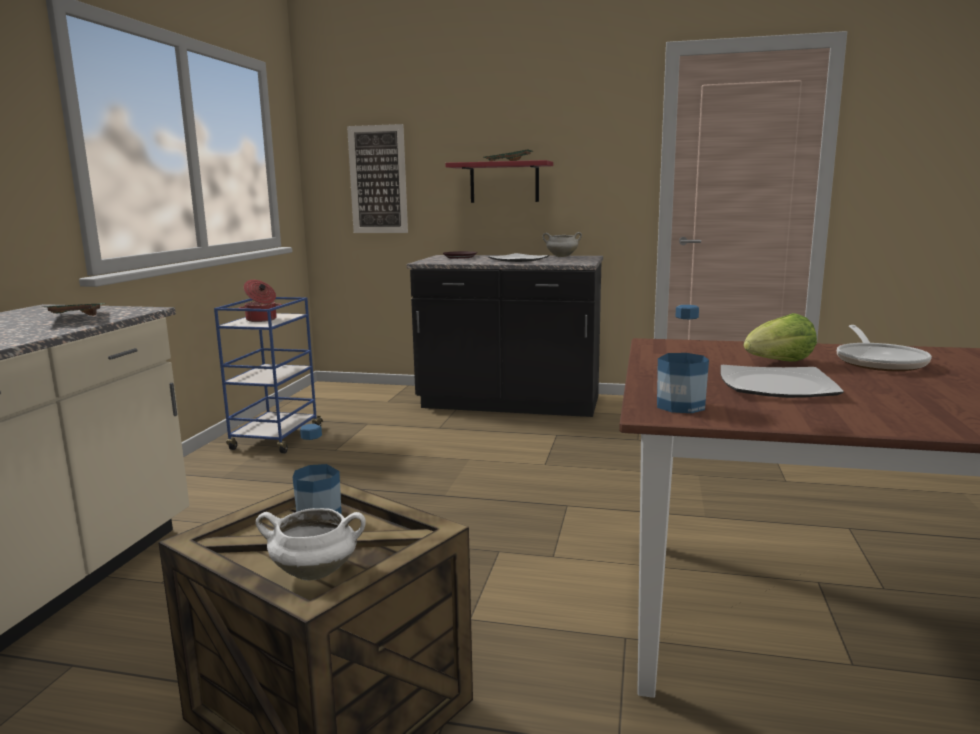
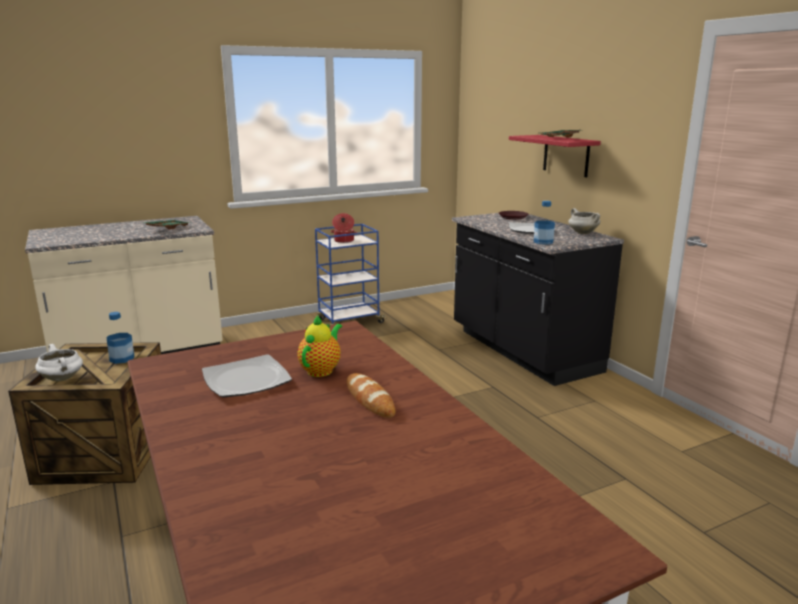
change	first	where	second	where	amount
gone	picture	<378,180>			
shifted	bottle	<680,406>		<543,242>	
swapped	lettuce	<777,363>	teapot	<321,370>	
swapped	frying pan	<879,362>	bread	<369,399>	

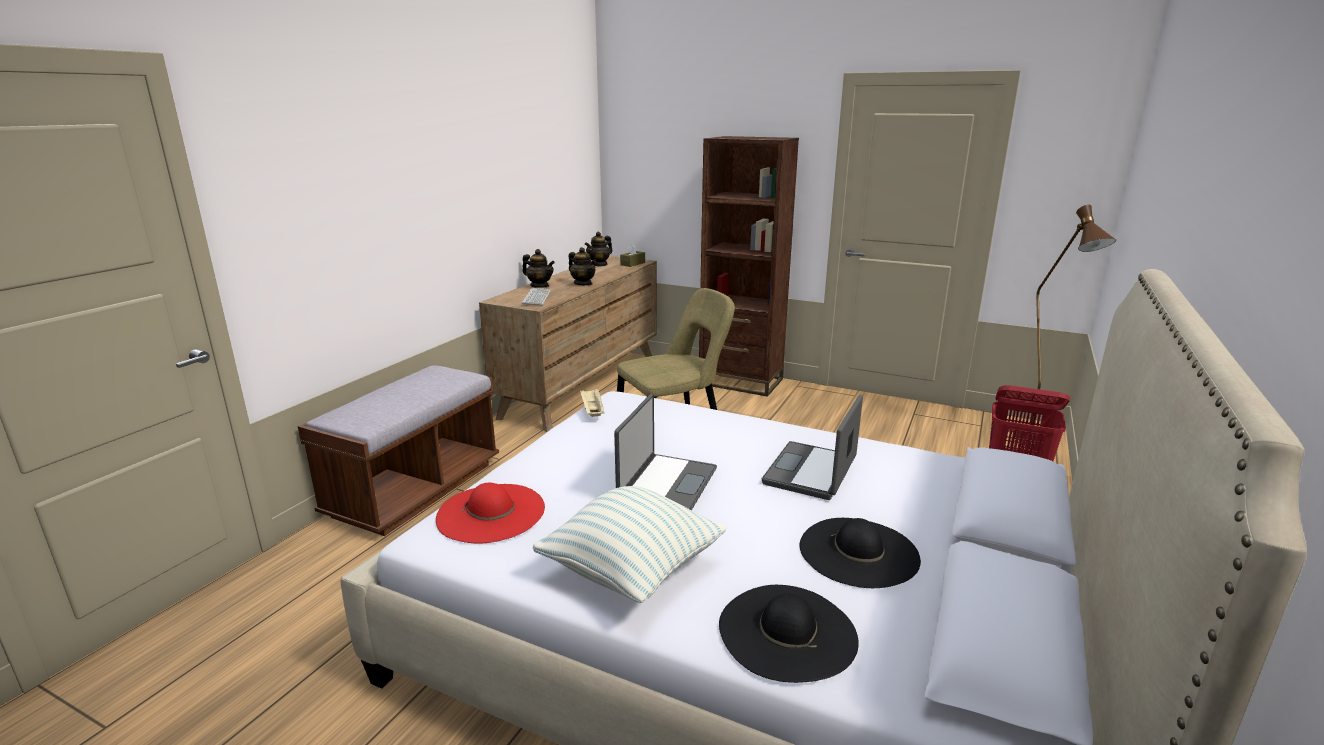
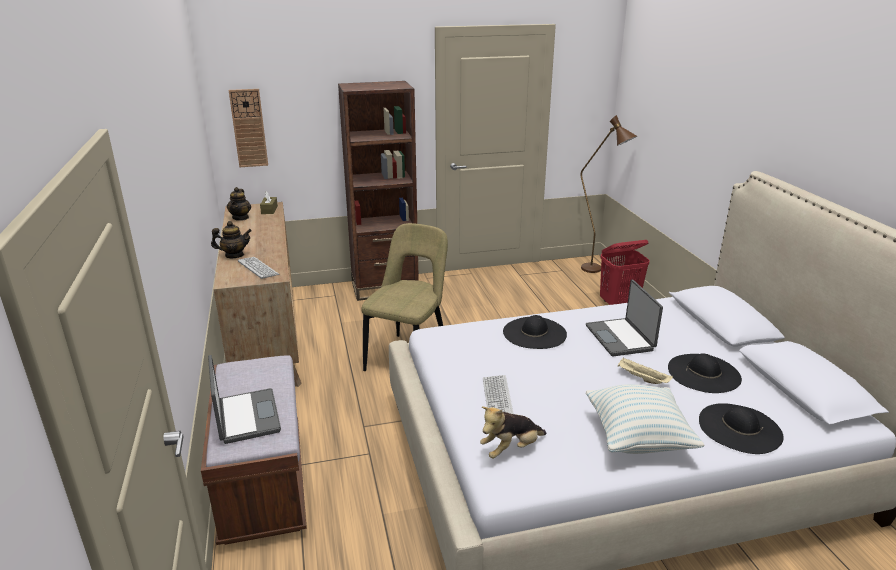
change	first	where	second	where	amount
swapped	hat in red	<491,512>	plush toy	<511,449>	
gone	teapot	<583,284>			
shifted	tray in beige	<592,411>		<642,378>	
shifted	laptop	<666,485>		<246,417>	
new			wall clock	<249,128>	
new			keyboard	<497,397>	
new			hat in black	<534,333>	

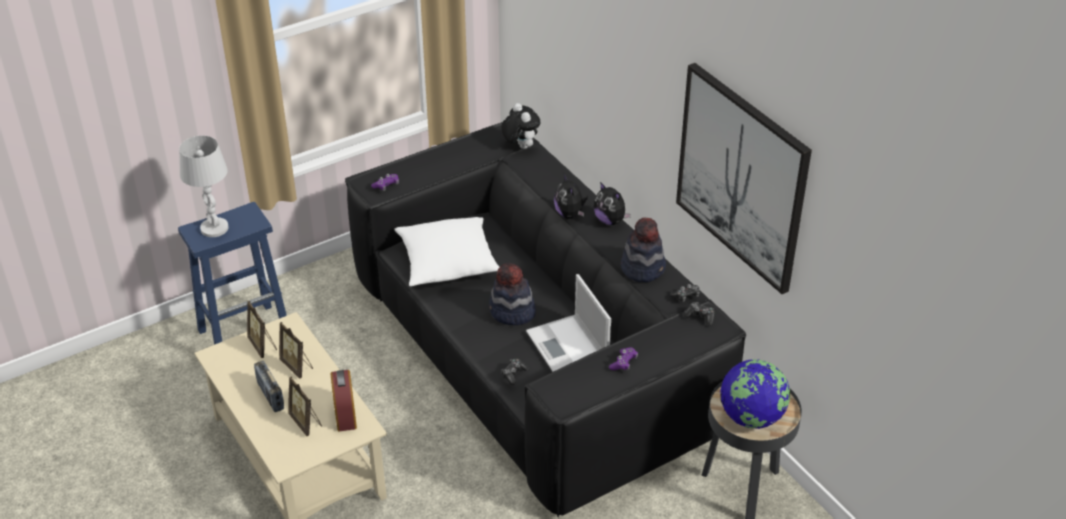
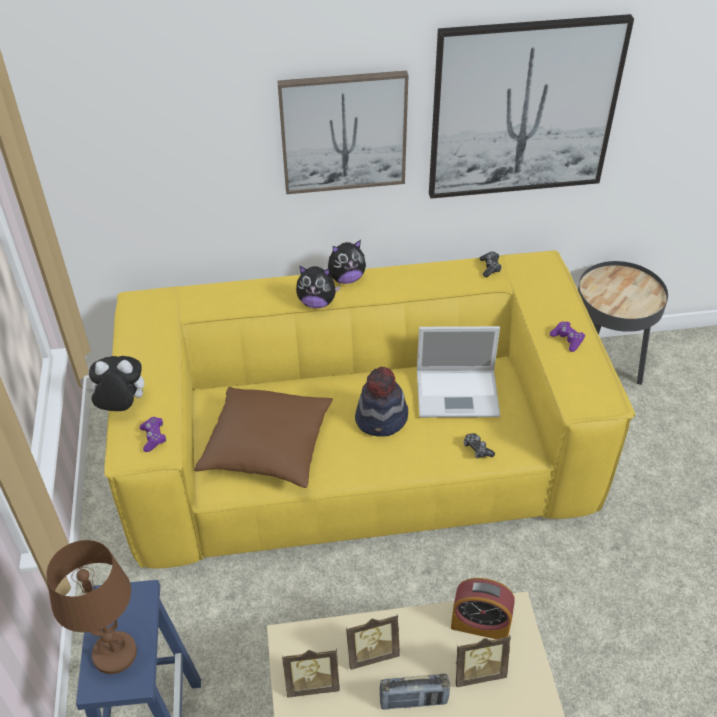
change	first	where	second	where	amount
repainted	table lamp in white	<214,228>	table lamp in brown	<114,654>	
repainted	sofa in black	<533,353>	sofa in yellow	<360,453>	
repainted	pillow in white	<447,263>	pillow in brown	<267,447>	
shifted	plush toy	<520,146>		<121,407>	
gone	hat	<643,268>			
gone	game controller	<700,316>			
gone	globe	<751,417>			
new			picture	<343,132>	

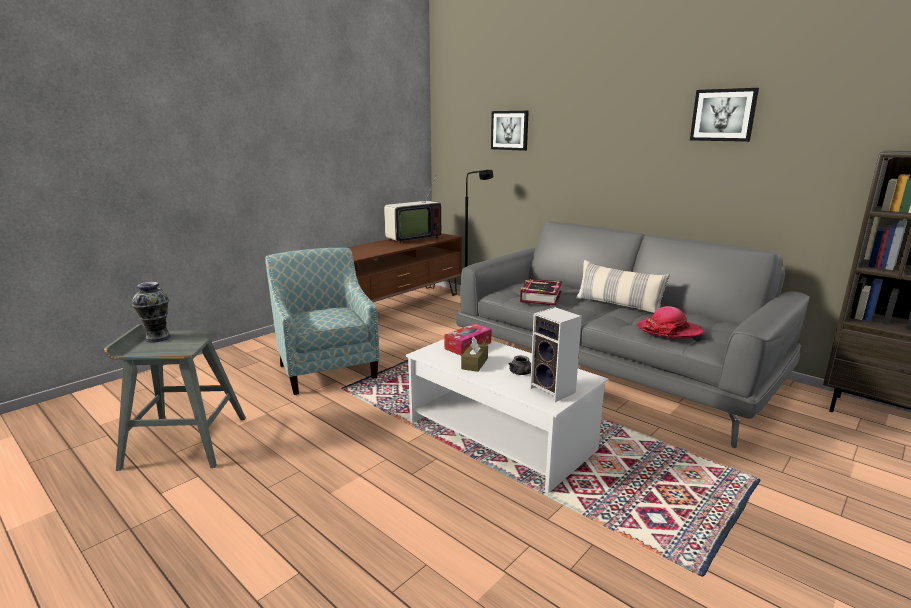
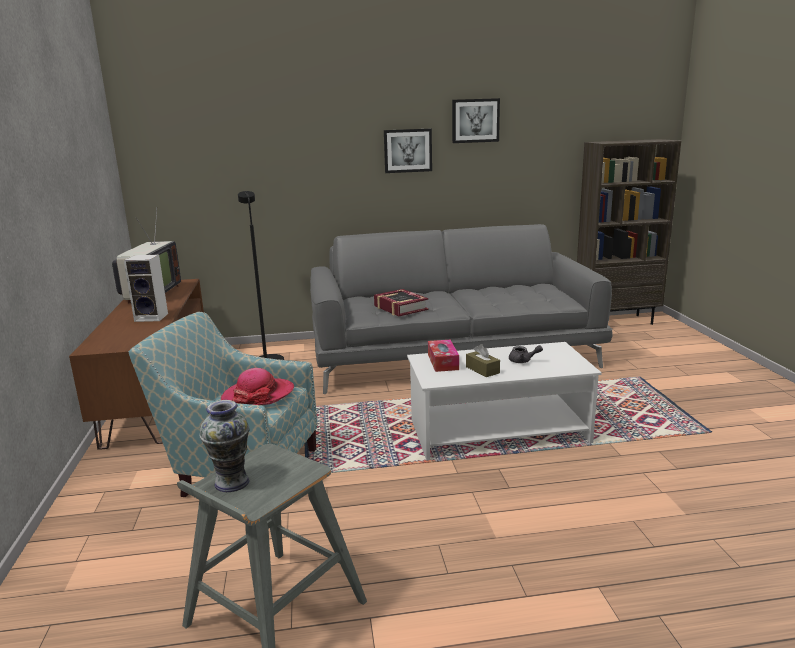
change	first	where	second	where	amount
shifted	picture	<510,130>		<407,150>	
shifted	speaker	<554,391>		<153,317>	
gone	pillow	<618,305>			
shifted	hat	<669,331>		<258,395>	

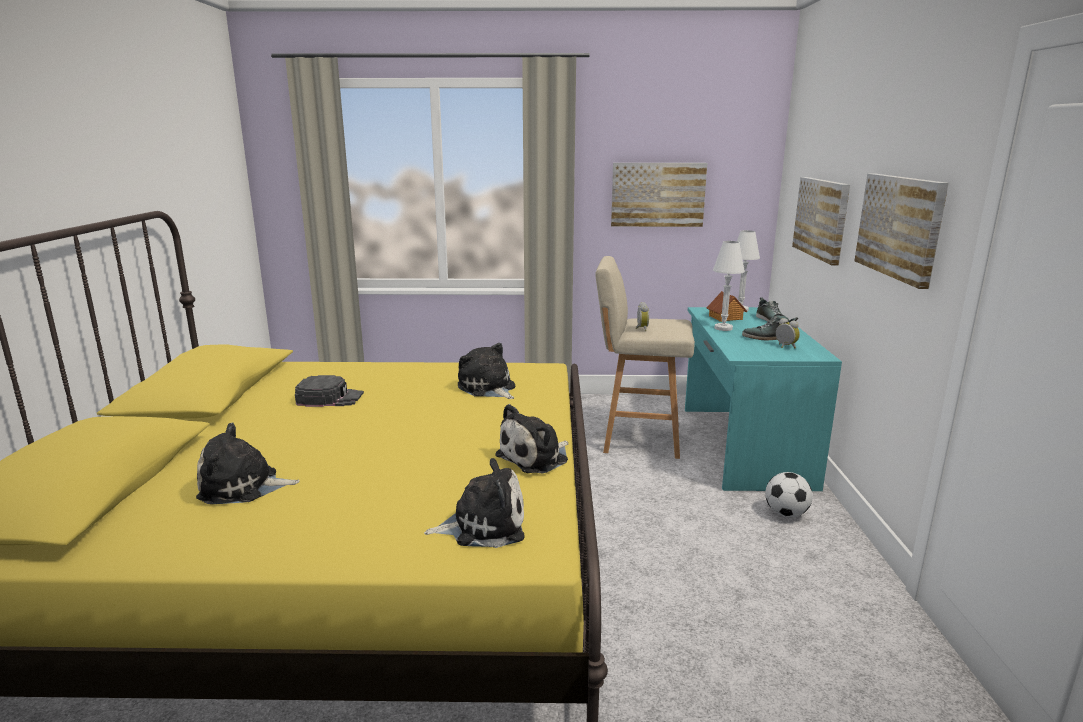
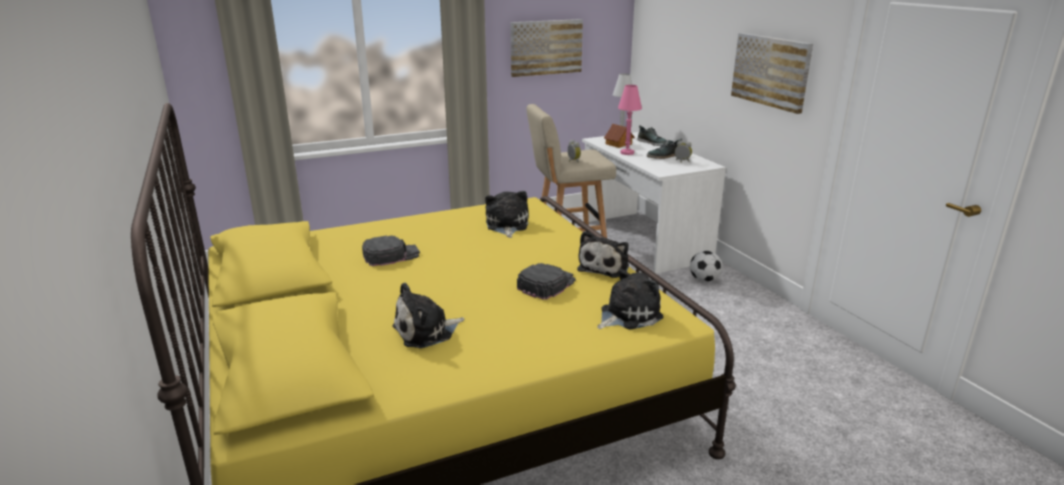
change	first	where	second	where	amount
rotated	plush toy	<488,388>		<506,225>	60 degrees clockwise
repainted	desk in turquoise	<742,445>	desk in white	<642,240>	
repainted	table lamp in white	<723,328>	table lamp in pink	<627,153>	
gone	picture	<822,218>			
new			cap in black	<546,284>	

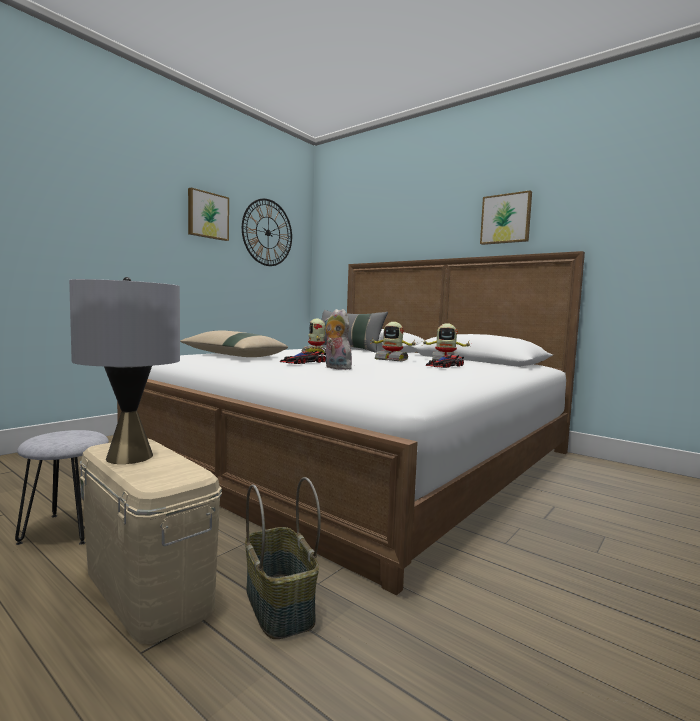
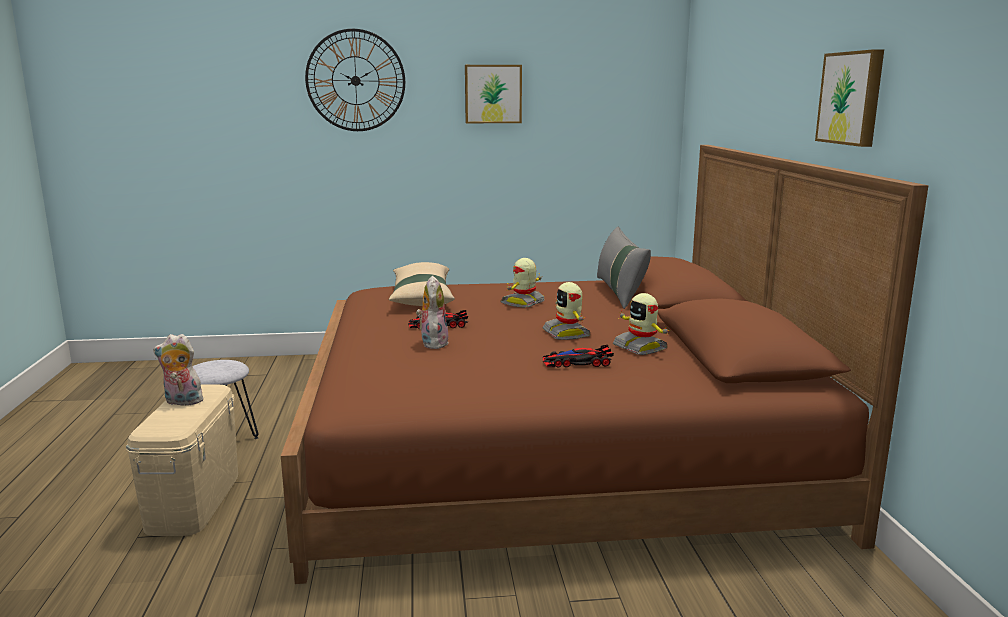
change	first	where	second	where	amount
swapped	table lamp in grey	<130,457>	plush toy	<182,402>	
repainted	bed in white	<361,455>	bed in brown	<550,447>	
shifted	wall clock	<268,232>		<355,80>	
gone	basket	<277,605>			

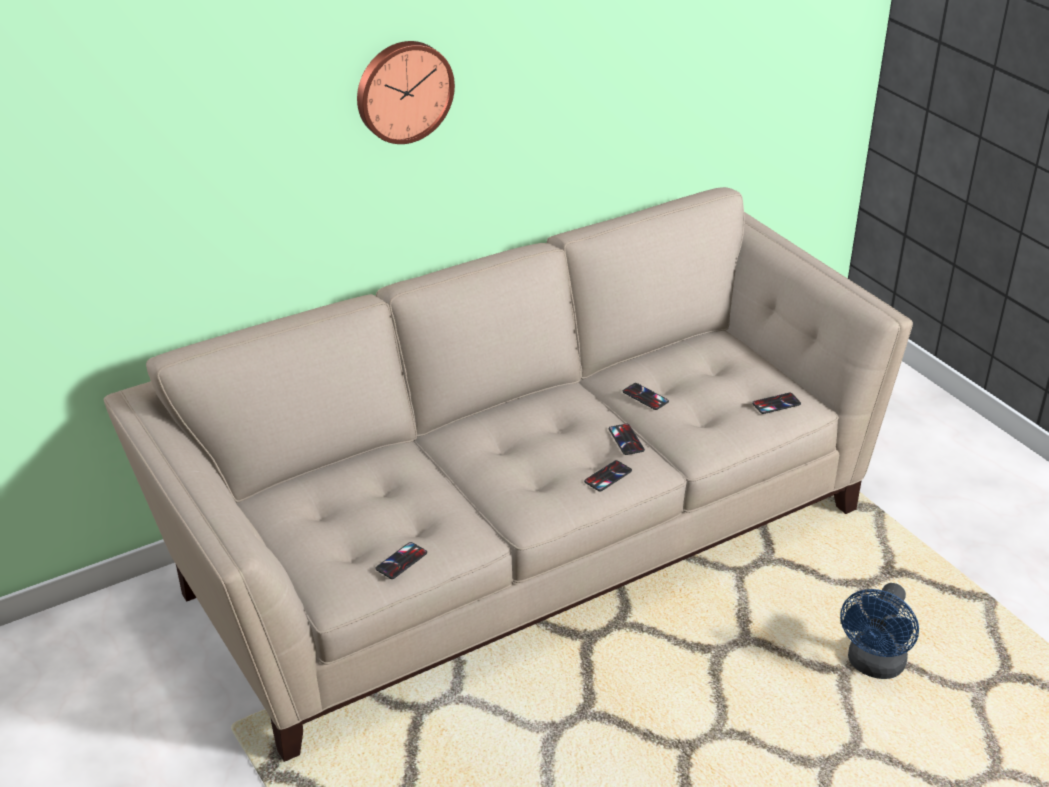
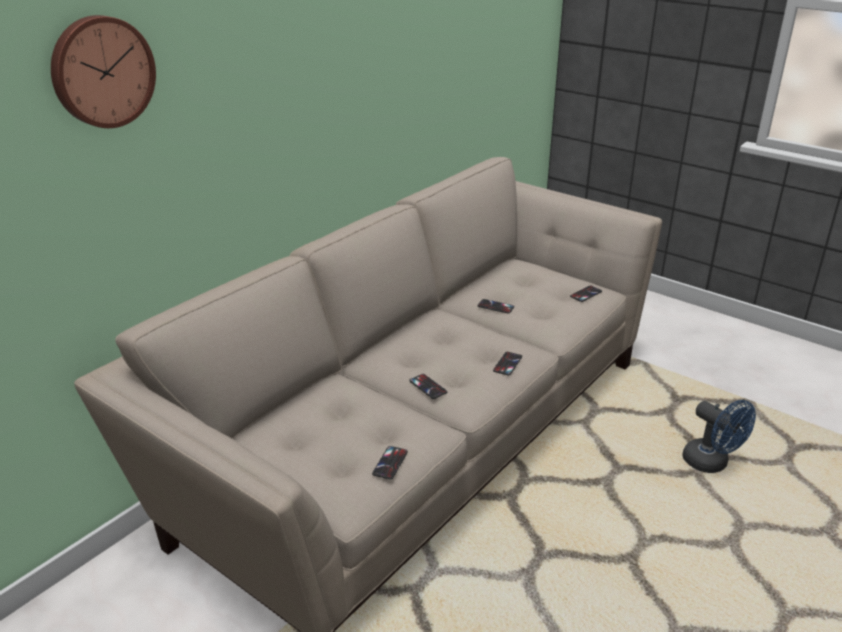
change	first	where	second	where	amount
shifted	wall clock	<403,91>		<101,71>	
shifted	phone	<626,440>		<428,386>	
rotated	fan in blue	<874,666>		<711,464>	45 degrees counterclockwise

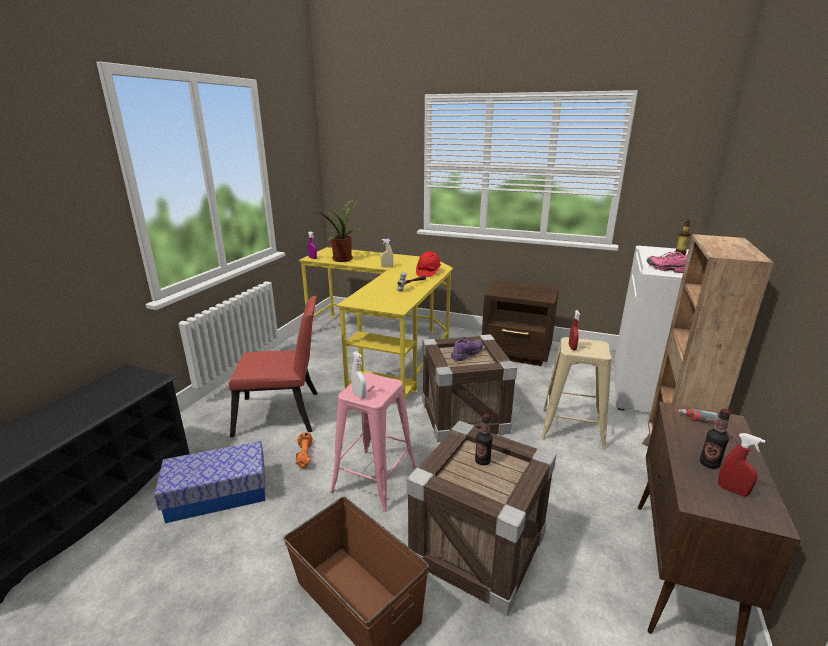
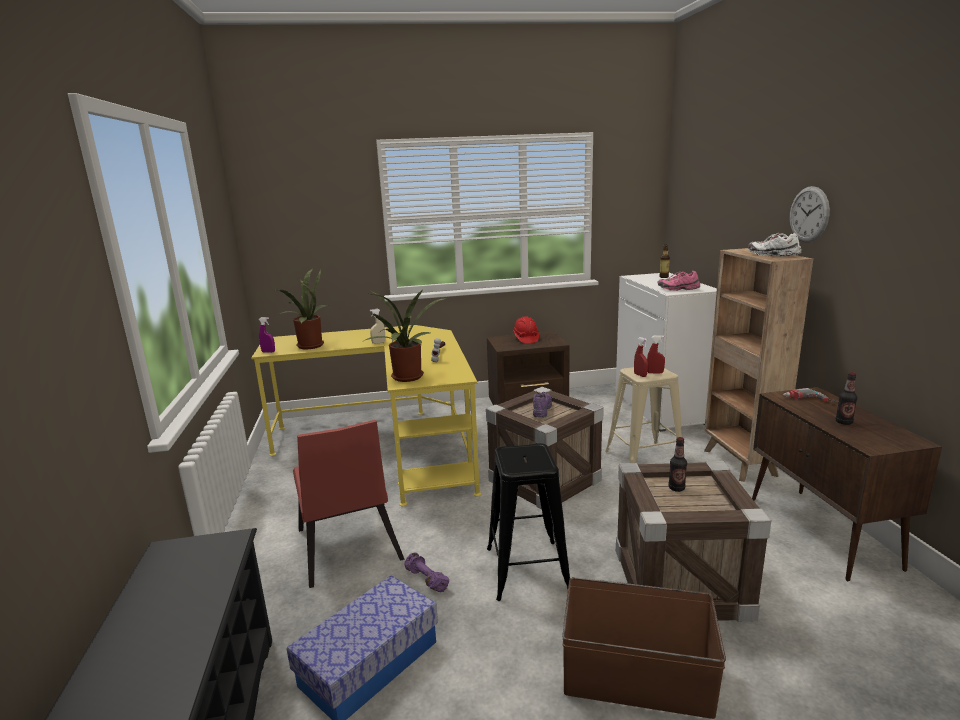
change	first	where	second	where	amount
rotated	chair in red	<283,415>		<348,550>	105 degrees clockwise
repainted	dumbbell in orange	<304,455>	dumbbell in purple	<426,580>	
repainted	stool in pink	<374,479>	stool in black	<527,569>	
gone	spray bottle in white	<359,395>			
shifted	hard hat in red	<428,272>		<525,339>	
shifted	spray bottle in red	<732,490>		<655,373>	
new			potted plant	<407,378>	
new			shoe in white	<773,255>	
new			wall clock	<809,214>	

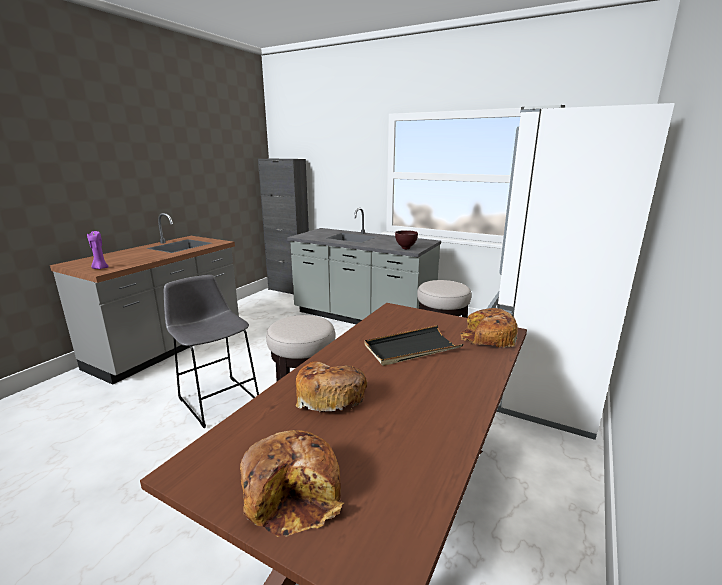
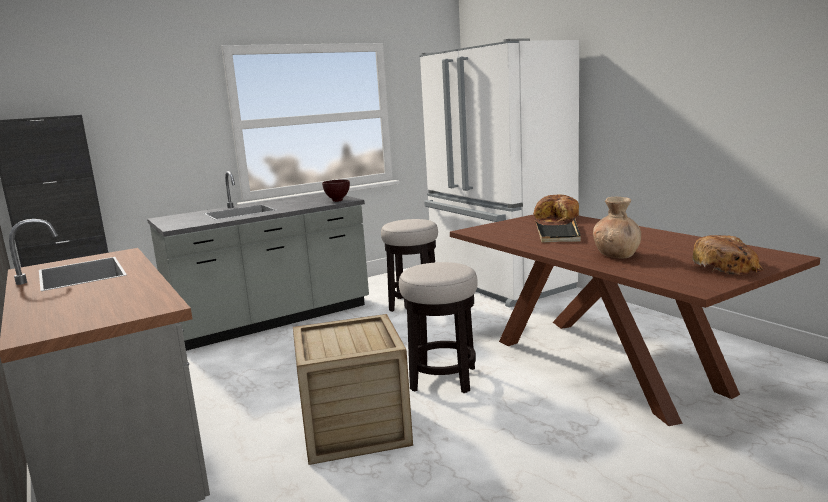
change	first	where	second	where	amount
gone	candle in purple	<100,268>			
swapped	stool in grey	<217,398>	crate	<354,428>	
swapped	bread	<330,395>	vase in brown	<617,255>	

